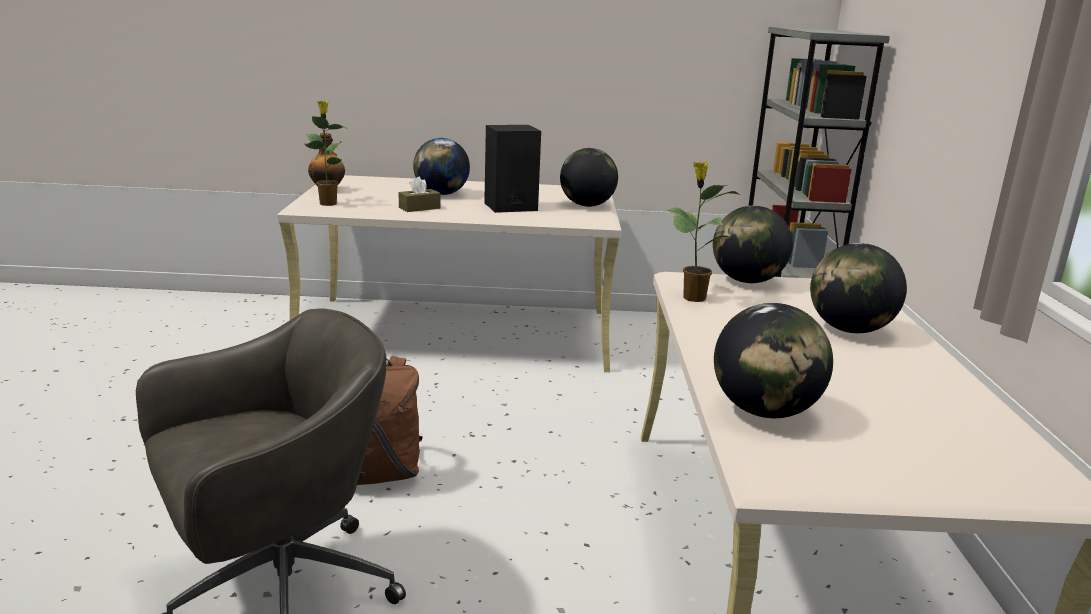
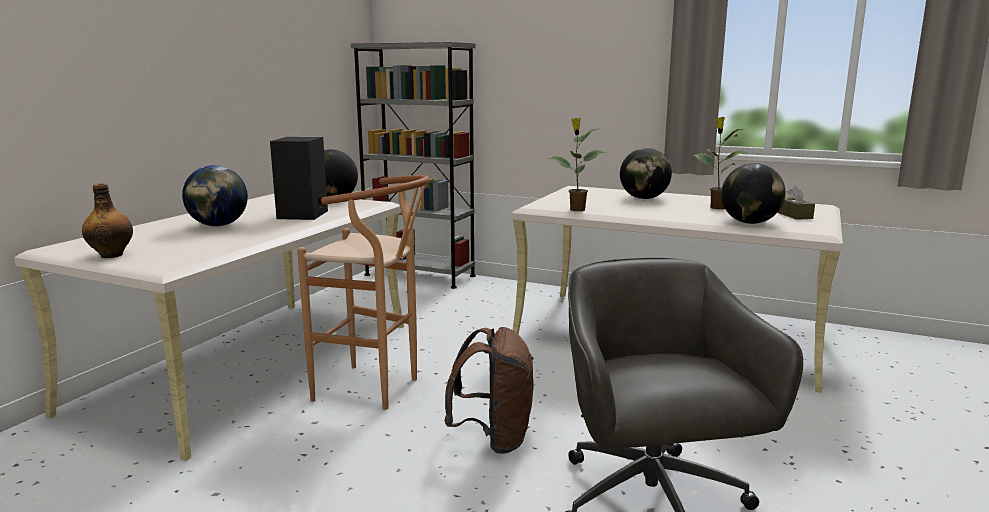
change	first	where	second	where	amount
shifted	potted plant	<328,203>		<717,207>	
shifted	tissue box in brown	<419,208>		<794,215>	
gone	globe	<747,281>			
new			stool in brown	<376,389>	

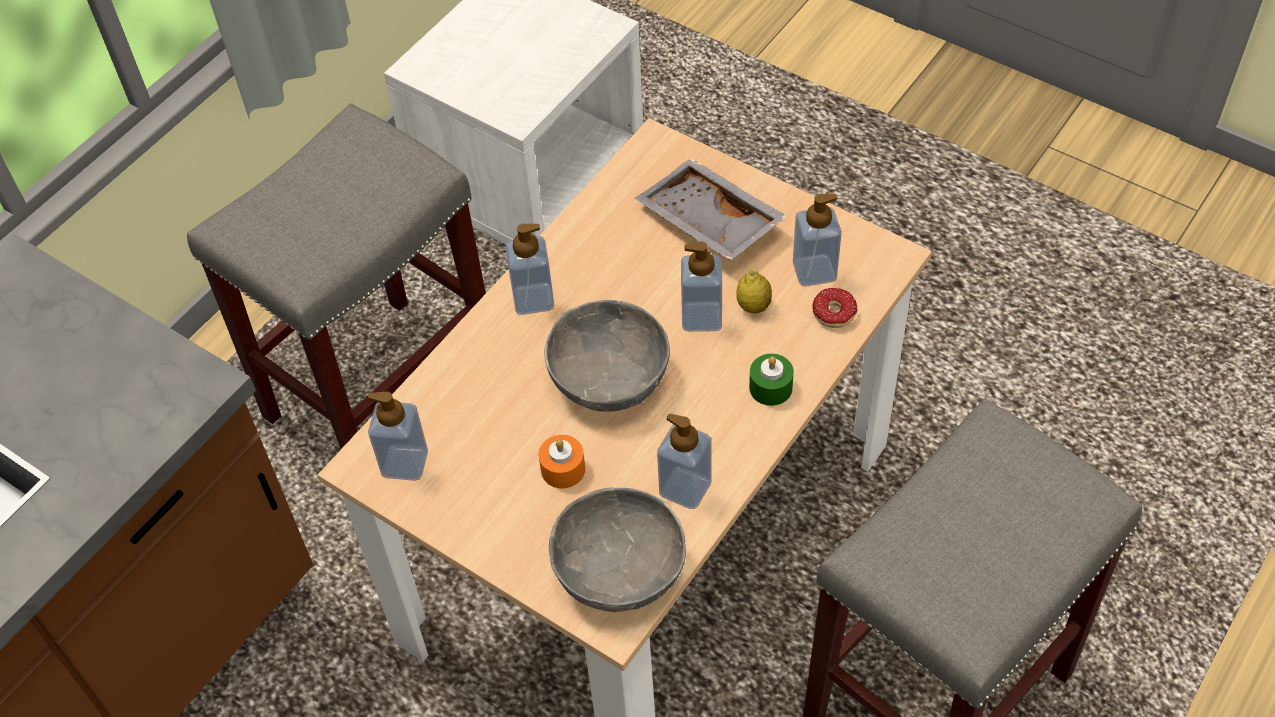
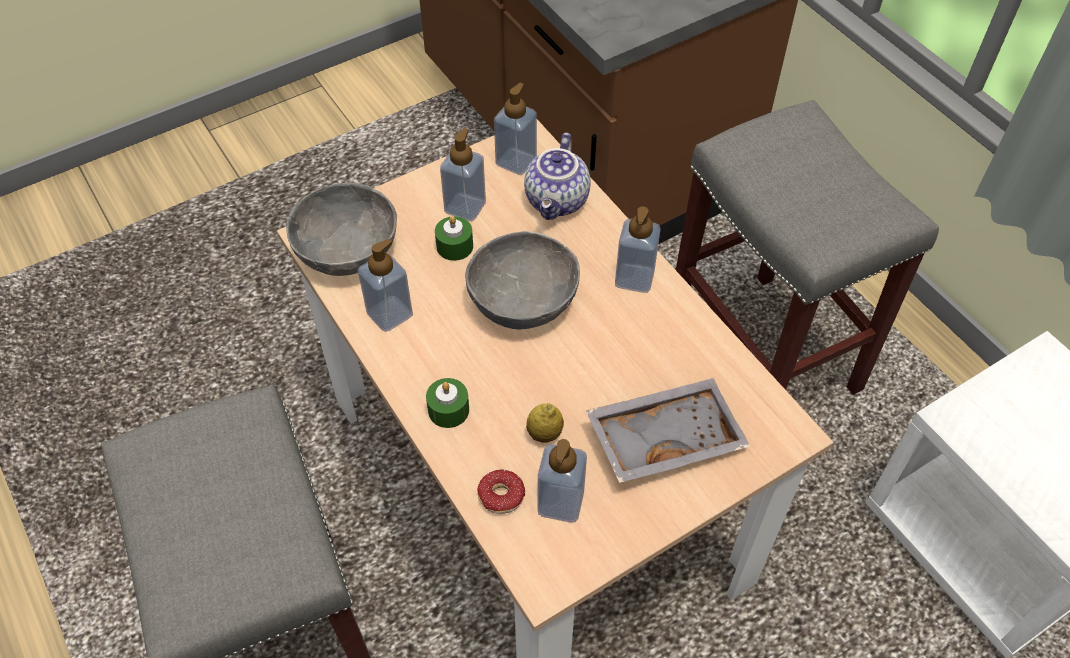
change	first	where	second	where	amount
repainted	candle in orange	<563,469>	candle in green	<454,246>	
shifted	soap dispenser	<701,317>		<465,207>	
new			teapot	<558,201>	

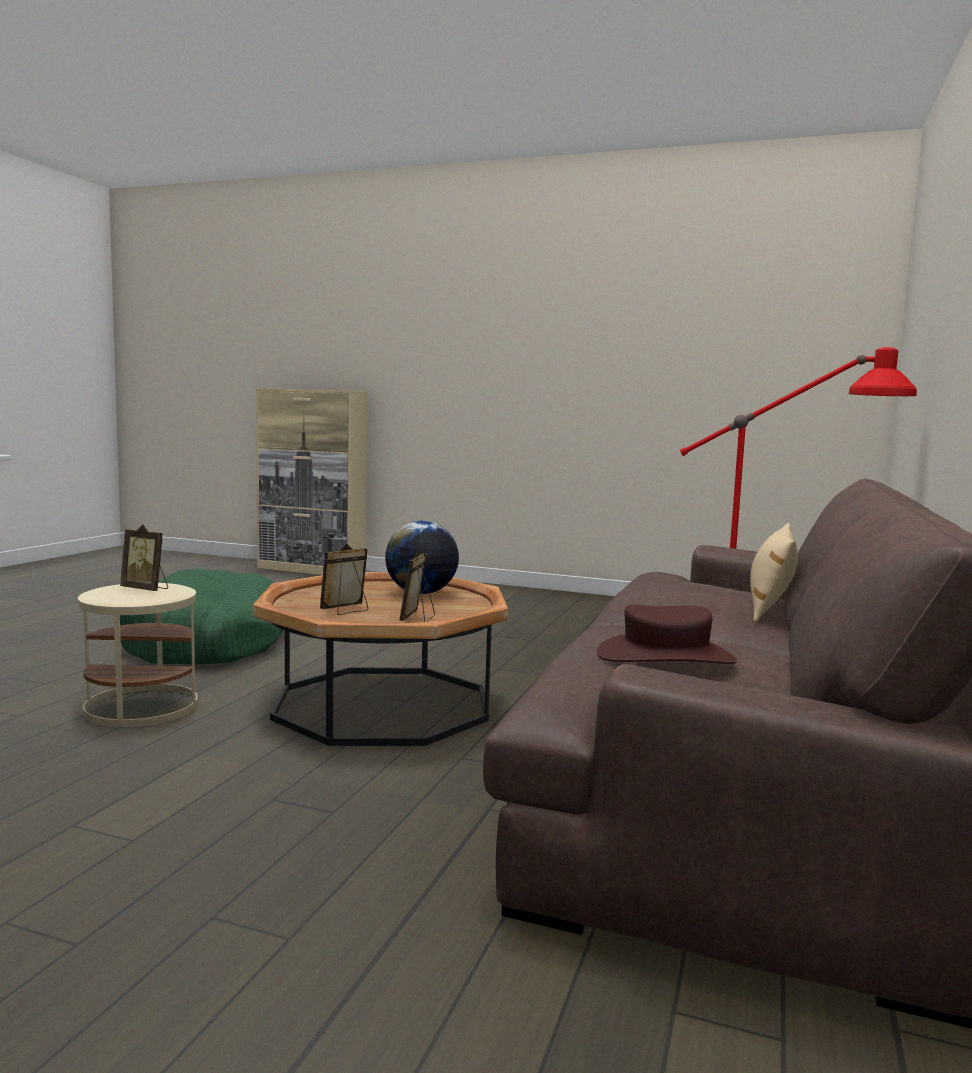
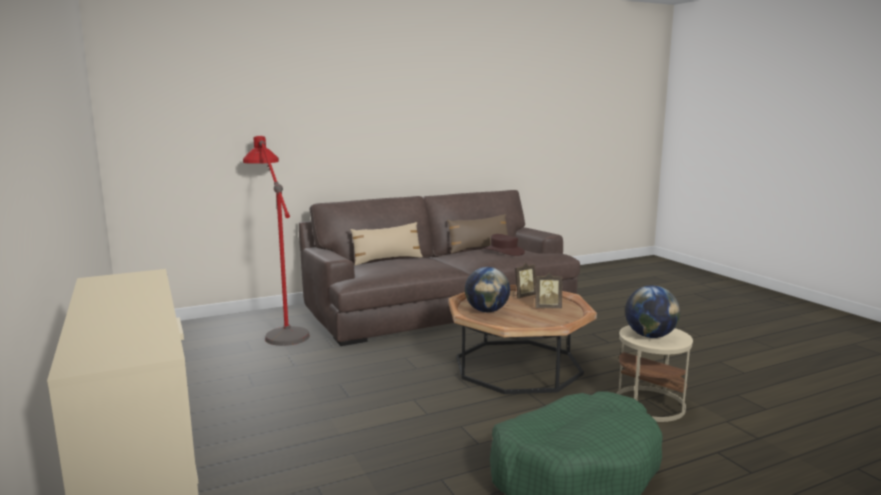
change	first	where	second	where	amount
swapped	picture frame	<146,589>	globe	<650,336>	
new			pillow in brown	<479,248>	

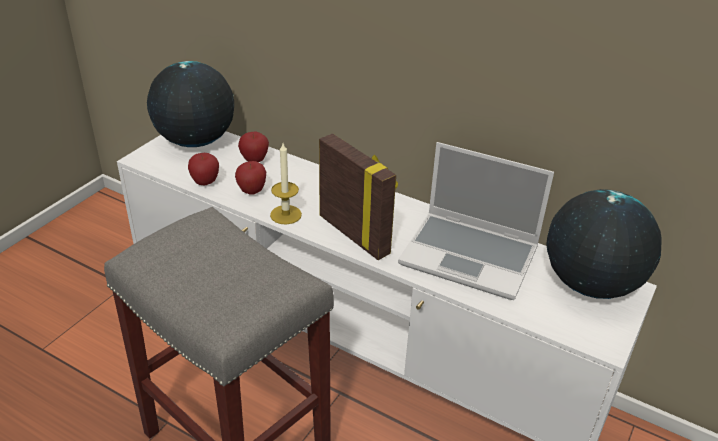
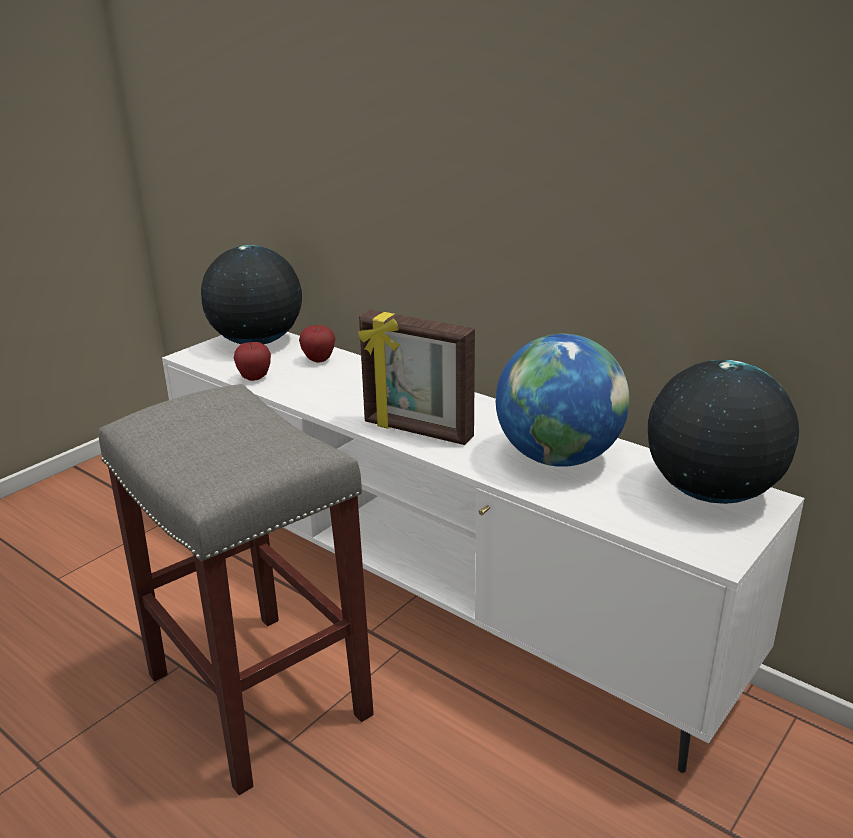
change	first	where	second	where	amount
gone	apple	<252,191>			
gone	candle	<285,214>			
rotated	picture frame	<355,234>		<417,431>	150 degrees clockwise
swapped	laptop	<471,256>	globe	<558,458>	

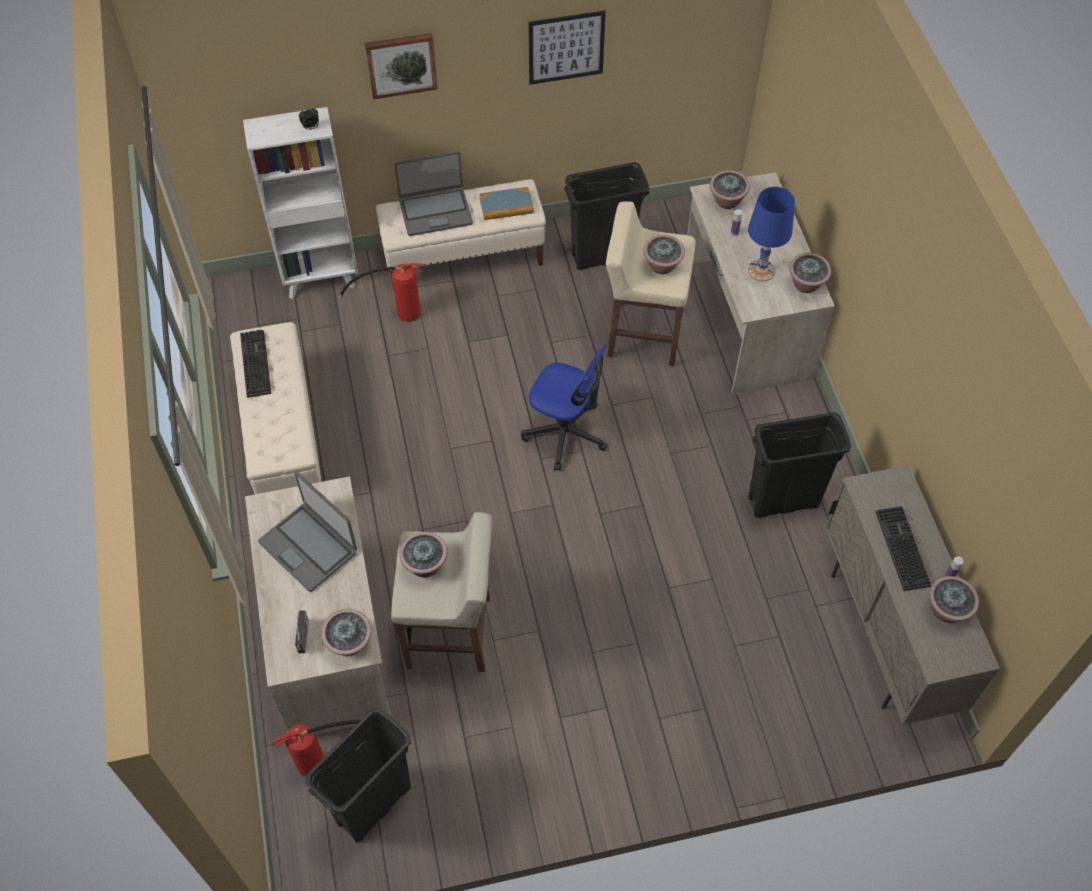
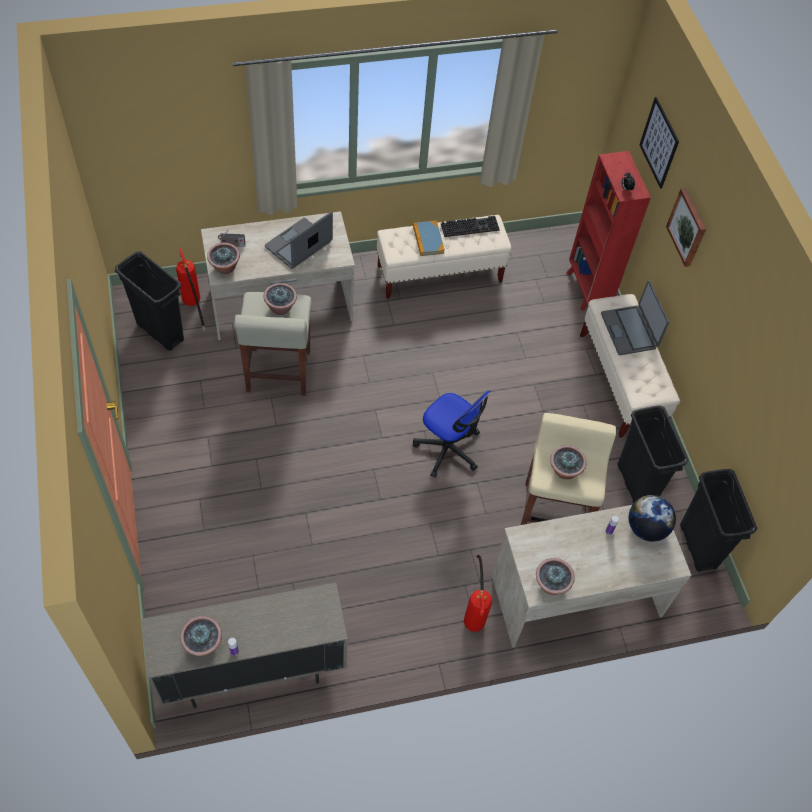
change	first	where	second	where	amount
repainted	bookcase in white	<321,278>	bookcase in red	<588,290>	
shifted	fire extinguisher	<395,313>		<475,610>	
shifted	book	<506,206>		<428,240>	
rotated	office chair	<565,433>		<448,448>	75 degrees counterclockwise
shifted	picture	<566,47>		<659,143>	
swapped	potted plant	<727,202>	globe	<646,528>	
gone	table lamp in blue	<762,270>			
shifted	trash can in black	<784,501>		<698,546>	
gone	keyboard	<900,547>			

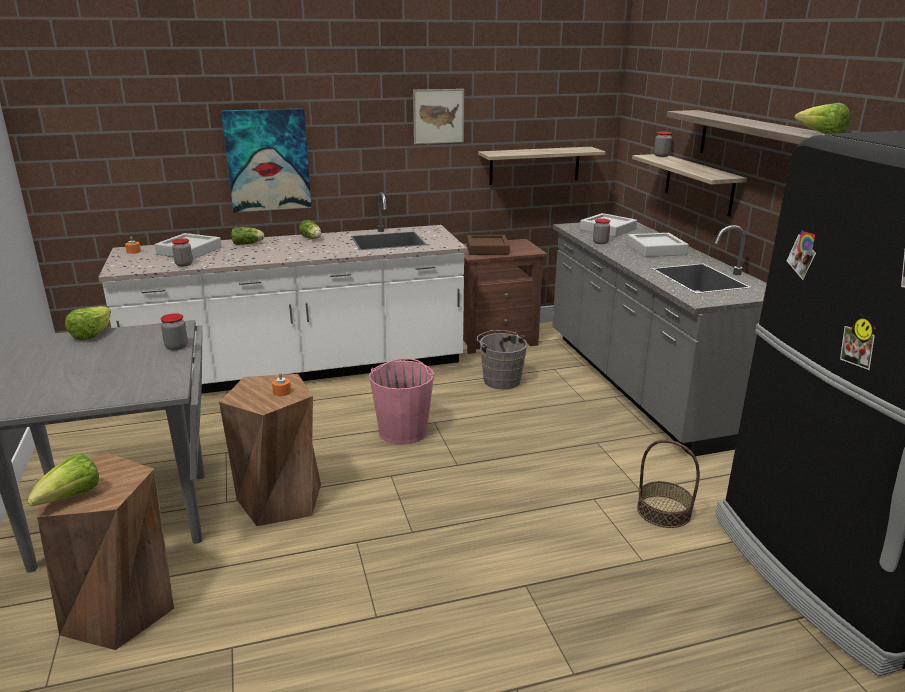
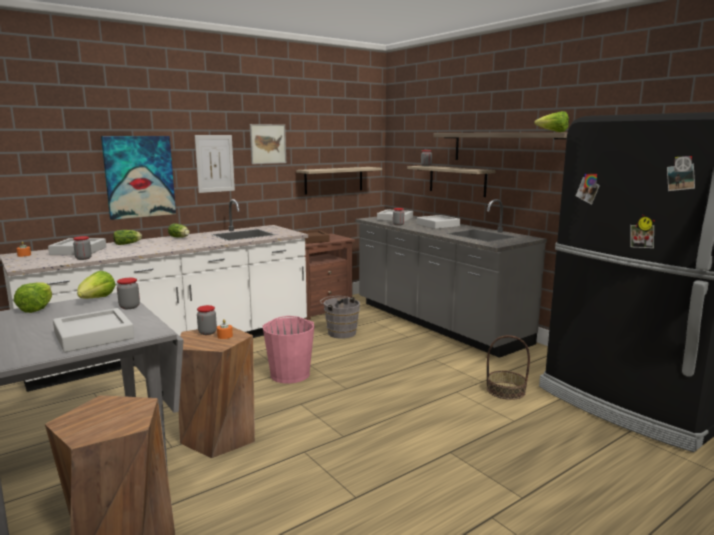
change	first	where	second	where	amount
shifted	lettuce	<70,498>		<96,299>	
new			tray in grey	<94,336>	
new			picture	<215,163>	
new			jar	<207,332>	

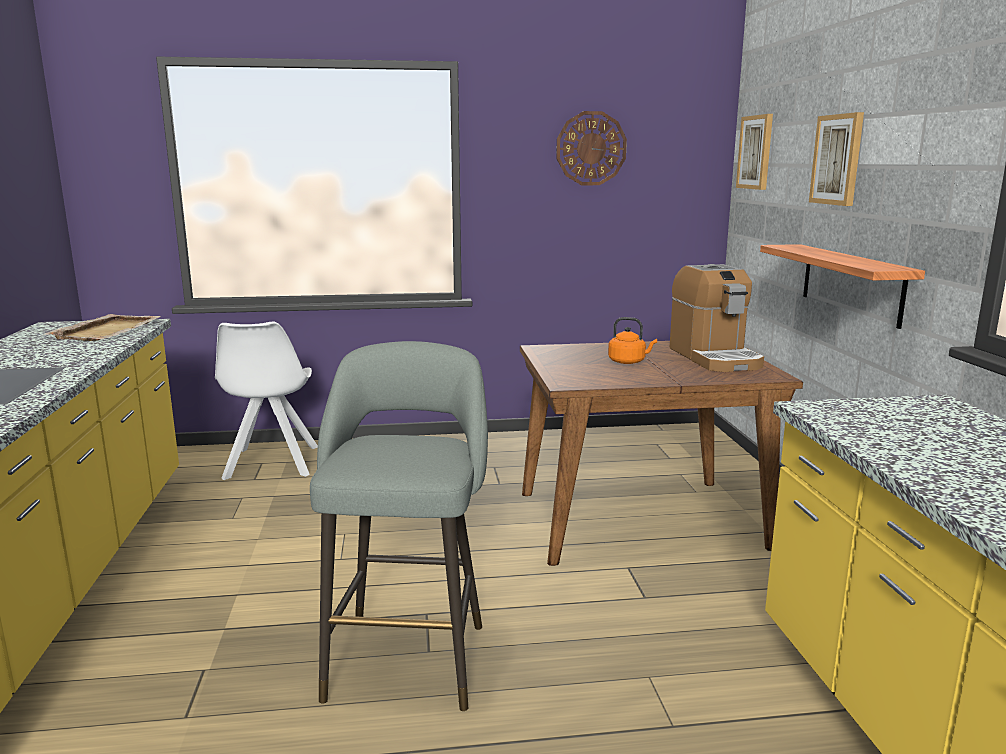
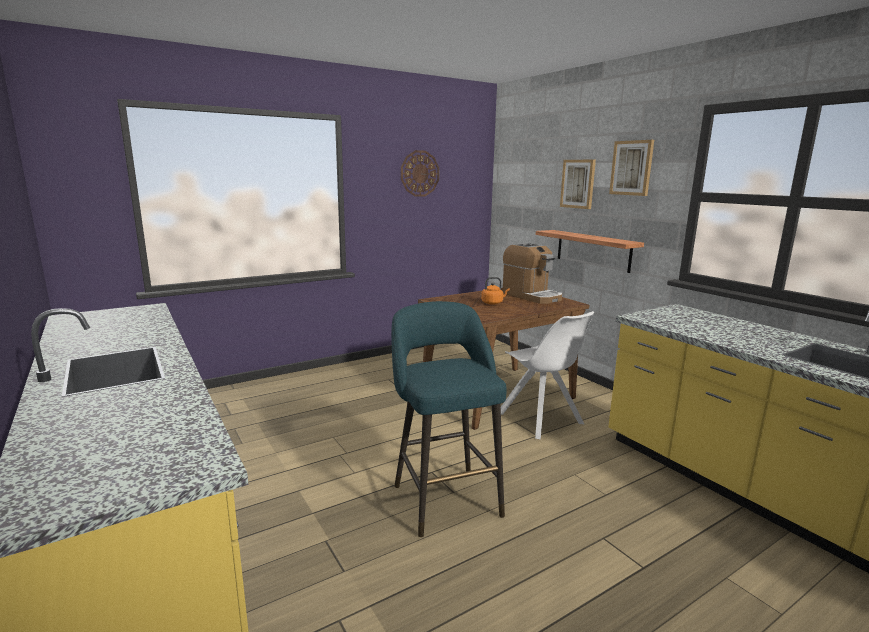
change	first	where	second	where	amount
gone	tray in beige	<107,330>			
shifted	chair in white	<271,464>		<541,419>	
repainted	stool in grey	<409,654>	stool in turquoise	<444,496>	
shifted	picture	<756,152>		<632,168>	

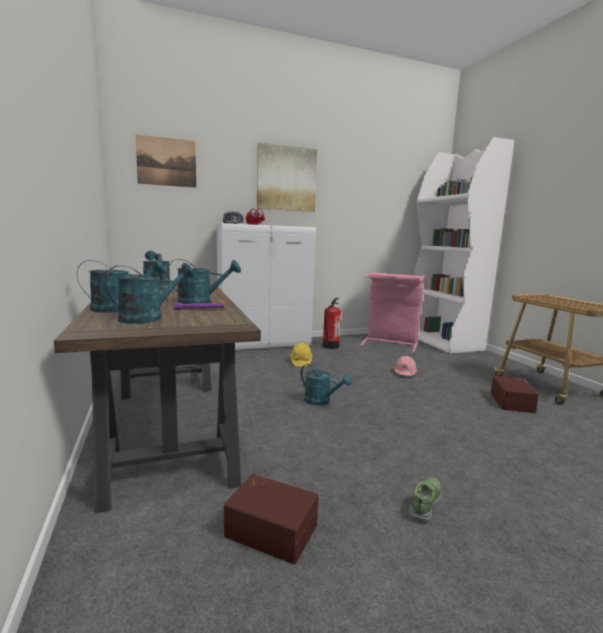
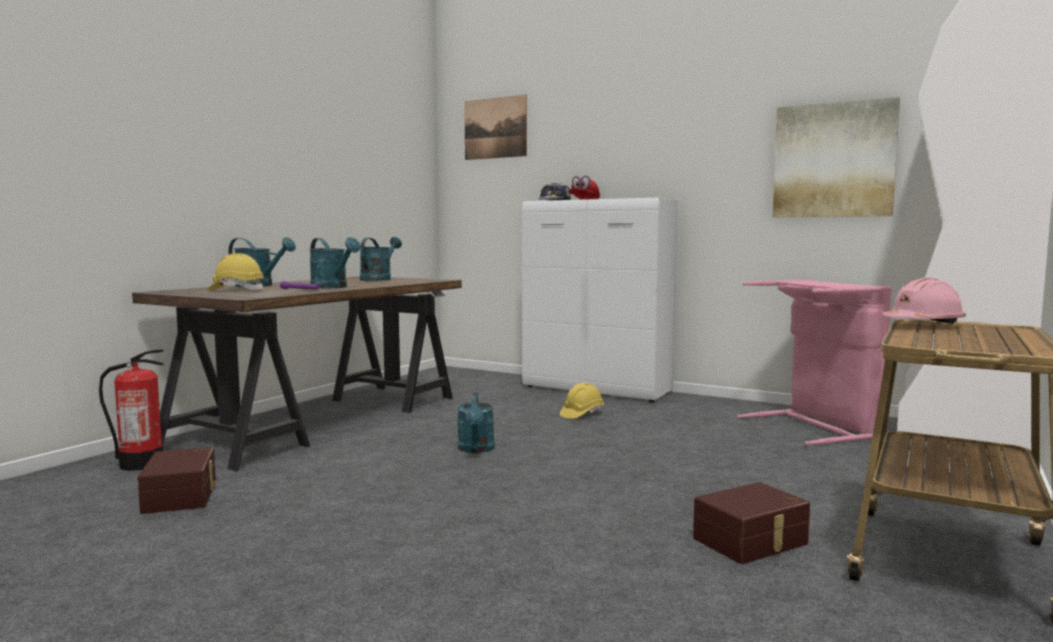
change	first	where	second	where	amount
swapped	watering can in turquoise	<149,318>	hard hat in yellow	<236,290>	
shifted	picture	<286,179>		<833,160>	
shifted	fire extinguisher	<330,346>		<141,464>	
shifted	hard hat in pink	<405,373>		<923,324>	
gone	shoe	<425,503>			

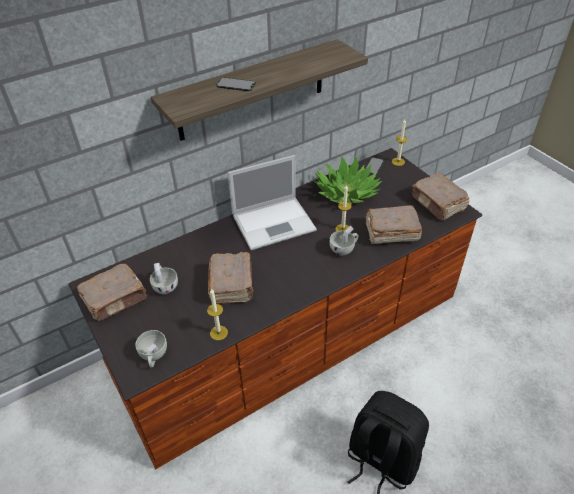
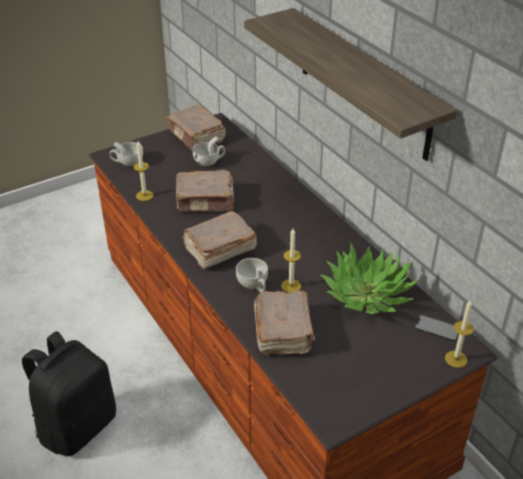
change	first	where	second	where	amount
gone	phone	<236,84>			
gone	laptop	<275,222>			
shifted	book in brown	<438,204>		<219,249>	

